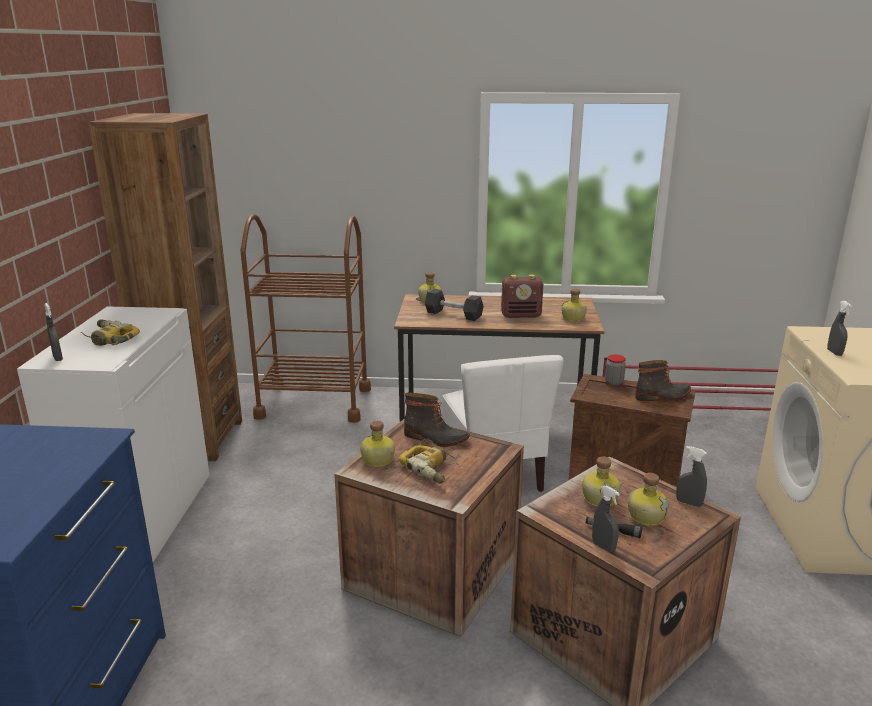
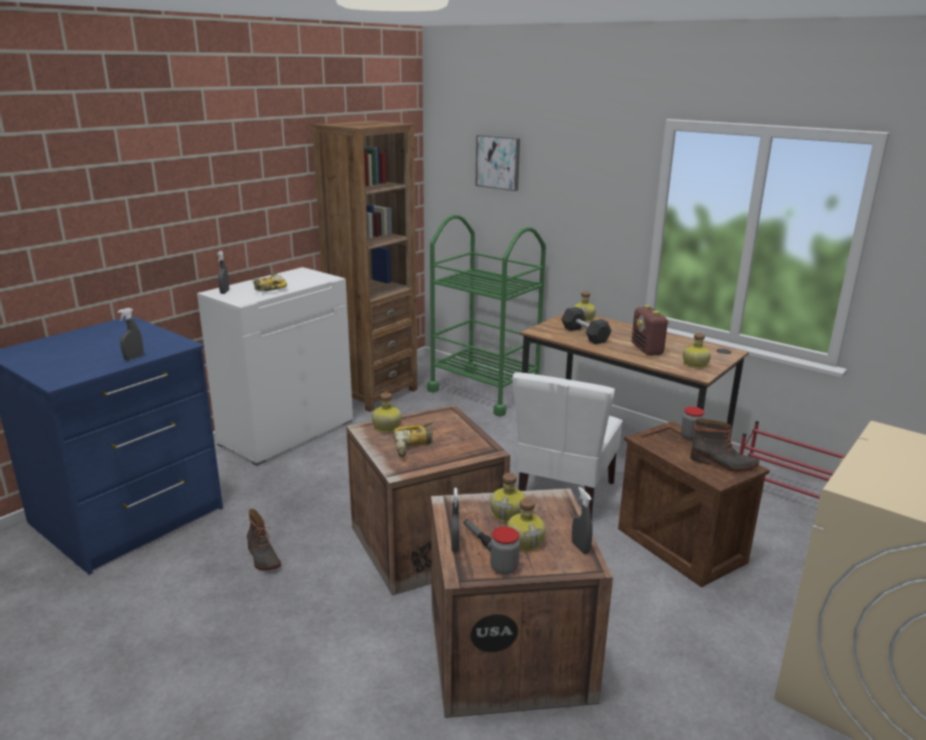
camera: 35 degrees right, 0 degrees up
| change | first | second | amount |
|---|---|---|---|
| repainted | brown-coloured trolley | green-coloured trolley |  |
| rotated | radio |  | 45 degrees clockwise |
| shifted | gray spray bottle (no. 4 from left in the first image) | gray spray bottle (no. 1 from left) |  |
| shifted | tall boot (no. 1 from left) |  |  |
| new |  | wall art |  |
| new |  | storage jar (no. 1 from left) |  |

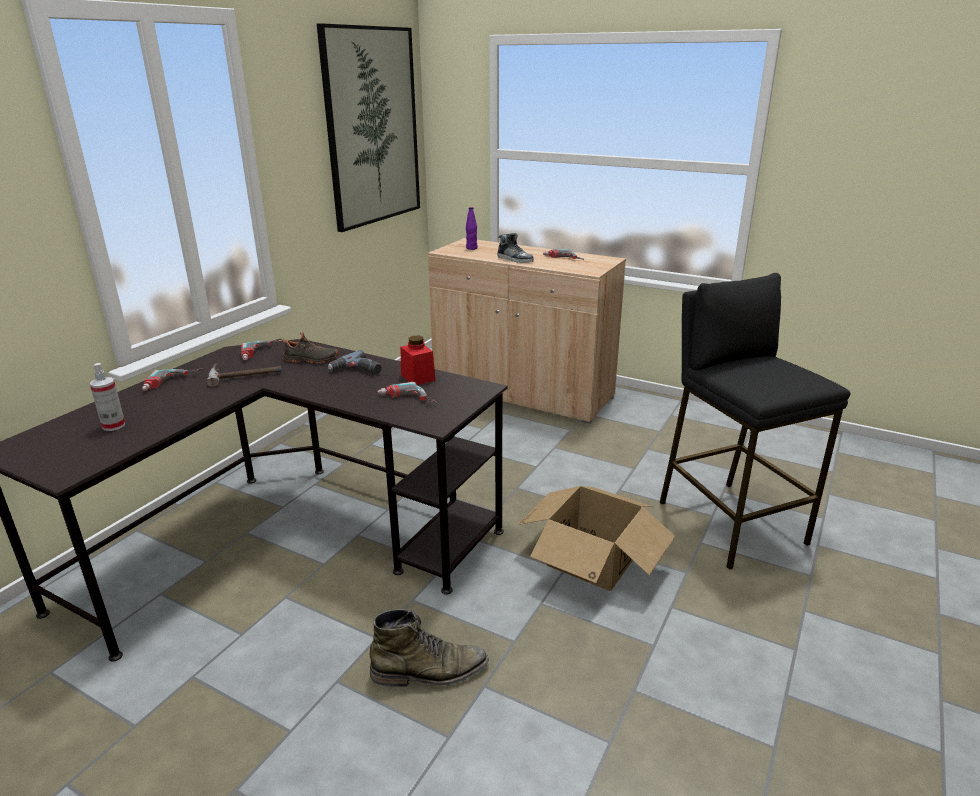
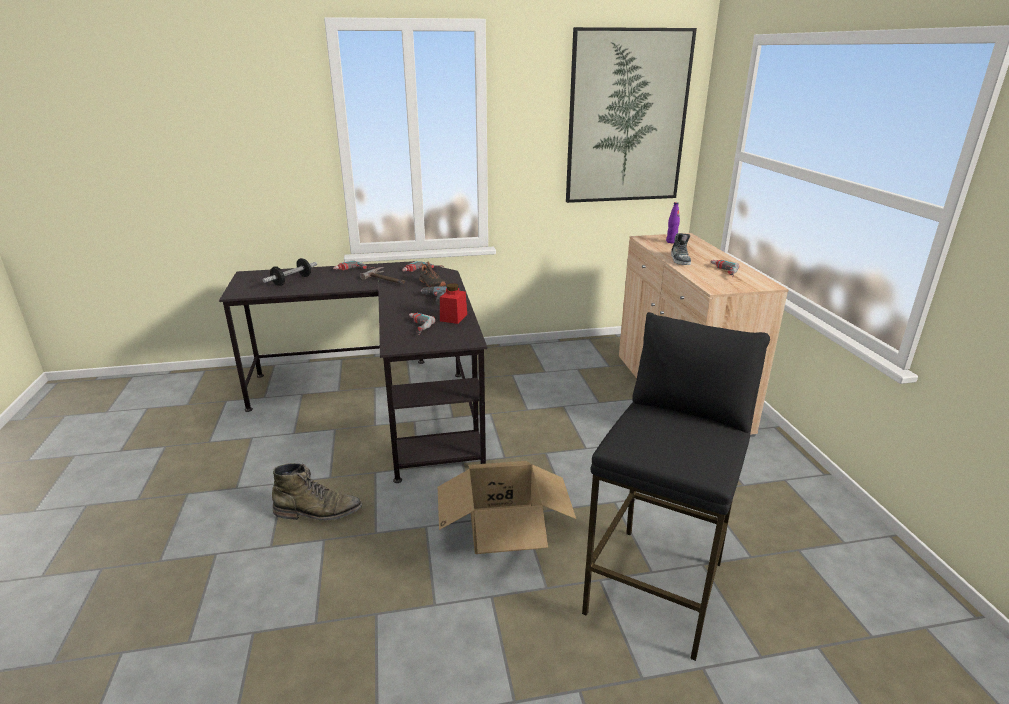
camera: 50 degrees right, 0 degrees up
| change | first | second | amount |
|---|---|---|---|
| swapped | spray bottle | free weight |  |
| rotated | green-coloured tall boot |  | 45 degrees counterclockwise |

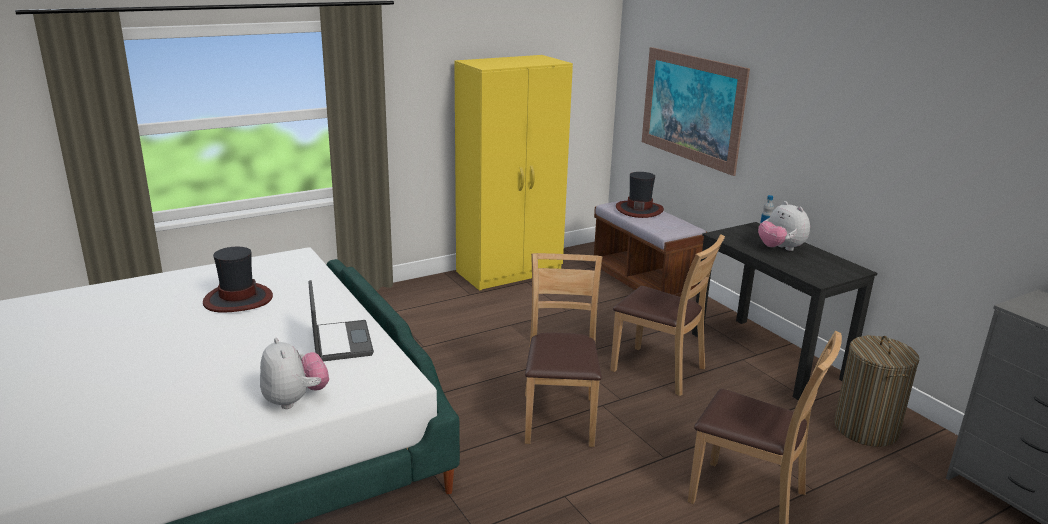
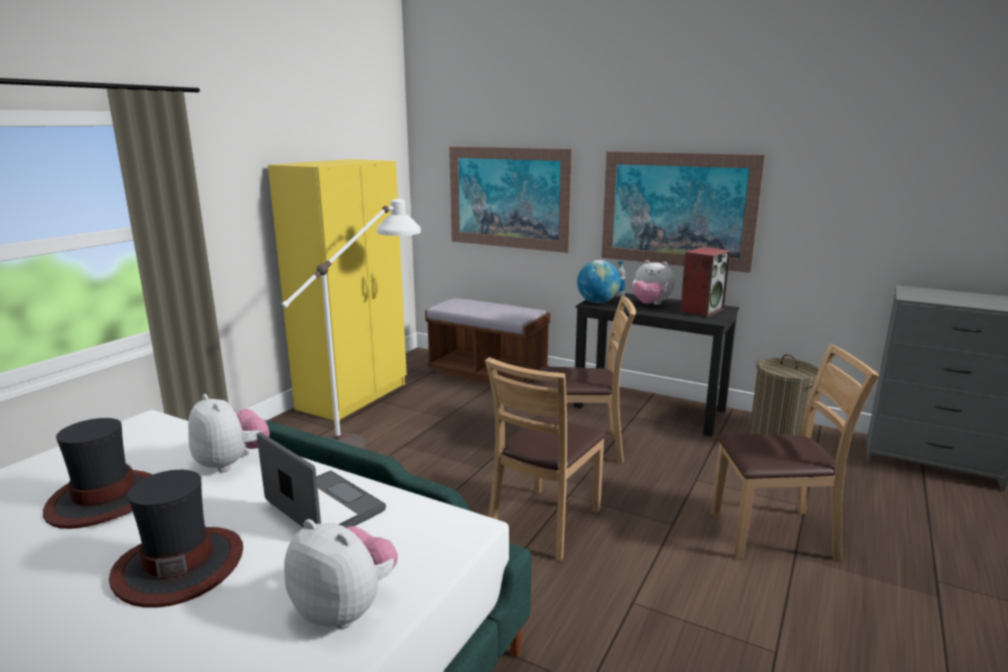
camera: 30 degrees left, 5 degrees down
| change | first | second | amount |
|---|---|---|---|
| shifted | hat (no. 2 from left) |  |  |
| rotated | brown-coloured plain chair (no. 1 from left) |  | 120 degrees counterclockwise |
| new |  | wall art (no. 2 from left) |  |
| new |  | white-coloured floor lamp |  |
| new |  | audio speaker |  |
| new |  | desk globe |  |
| new |  | plush toy (no. 1 from left) |  |

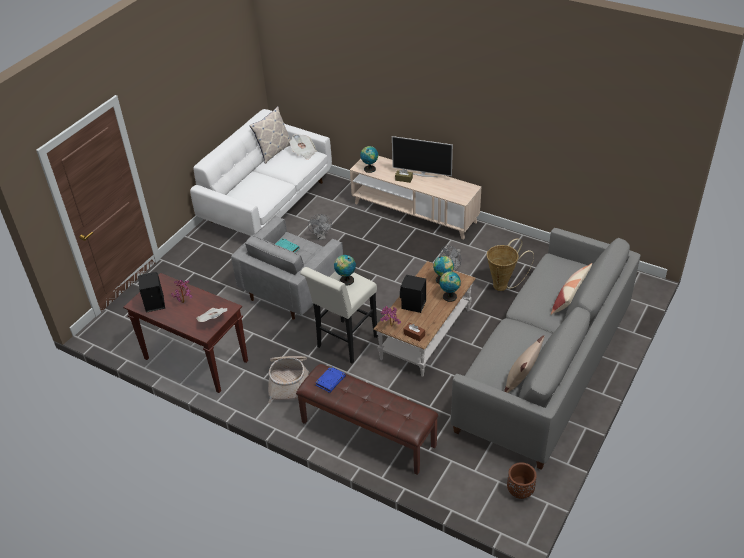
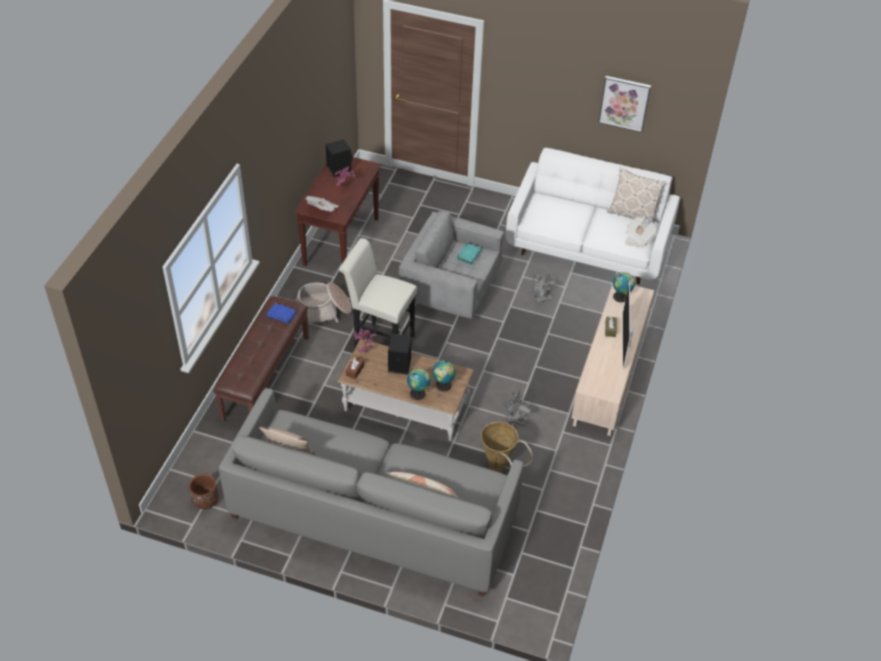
camera: 75 degrees right, 5 degrees up
| change | first | second | amount |
|---|---|---|---|
| gone | desk globe (no. 1 from left) |  |  |
| new |  | wall art |  |

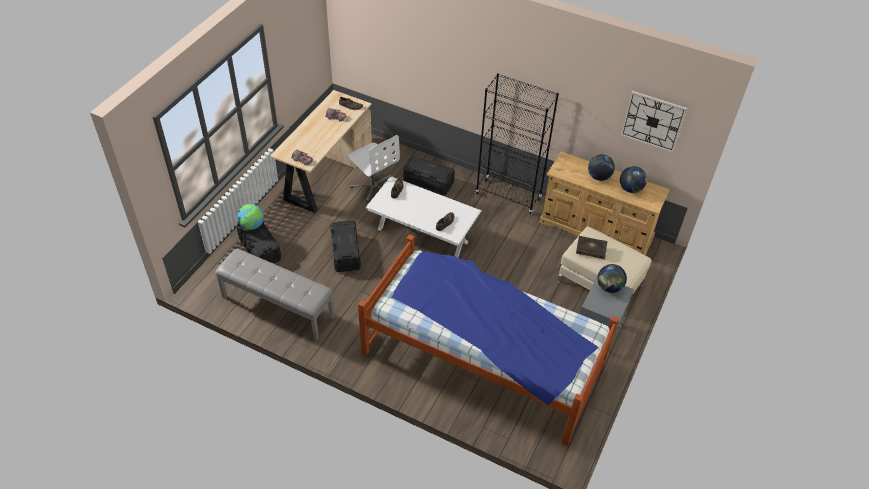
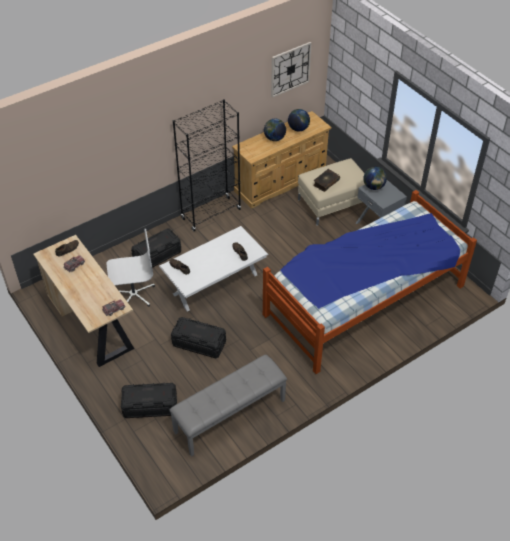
camera: 60 degrees left, 0 degrees up
| change | first | second | amount |
|---|---|---|---|
| gone | desk globe (no. 1 from left) |  |  |

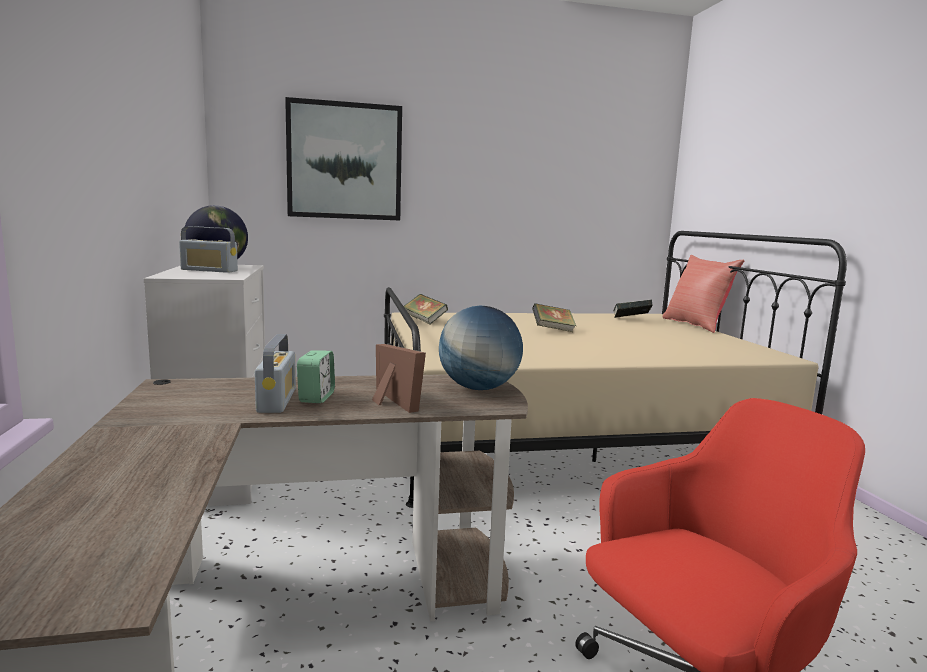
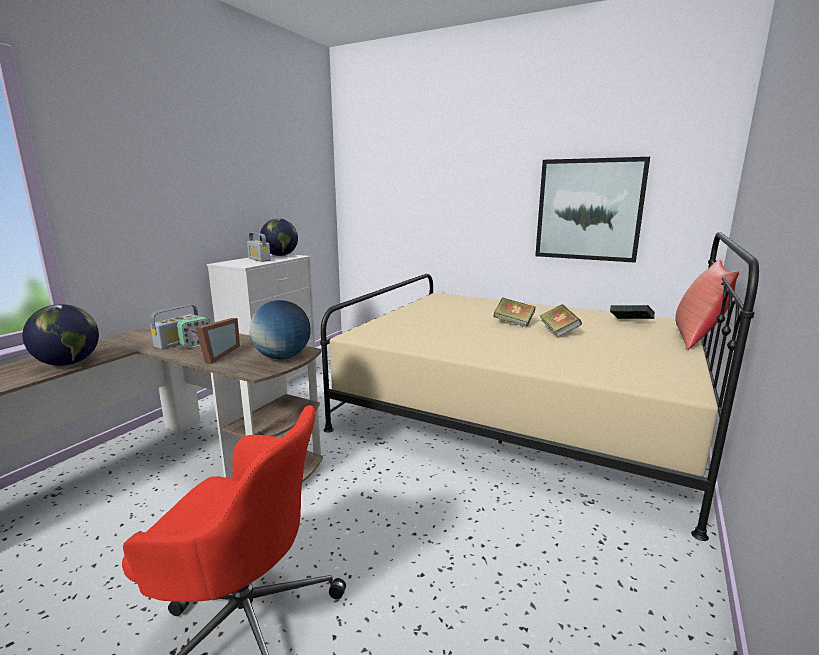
camera: 40 degrees right, 5 degrees up
| change | first | second | amount |
|---|---|---|---|
| shifted | wall art |  |  |
| shifted | volume (no. 1 from left in the first image) | volume (no. 2 from left) |  |
| new |  | desk globe (no. 1 from left) |  |

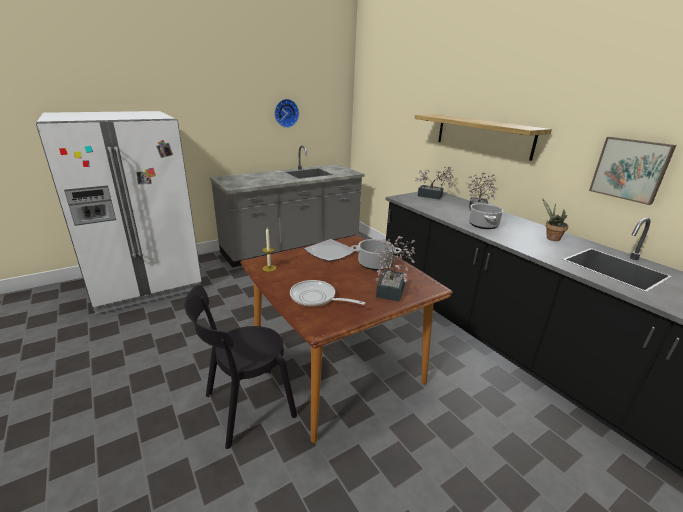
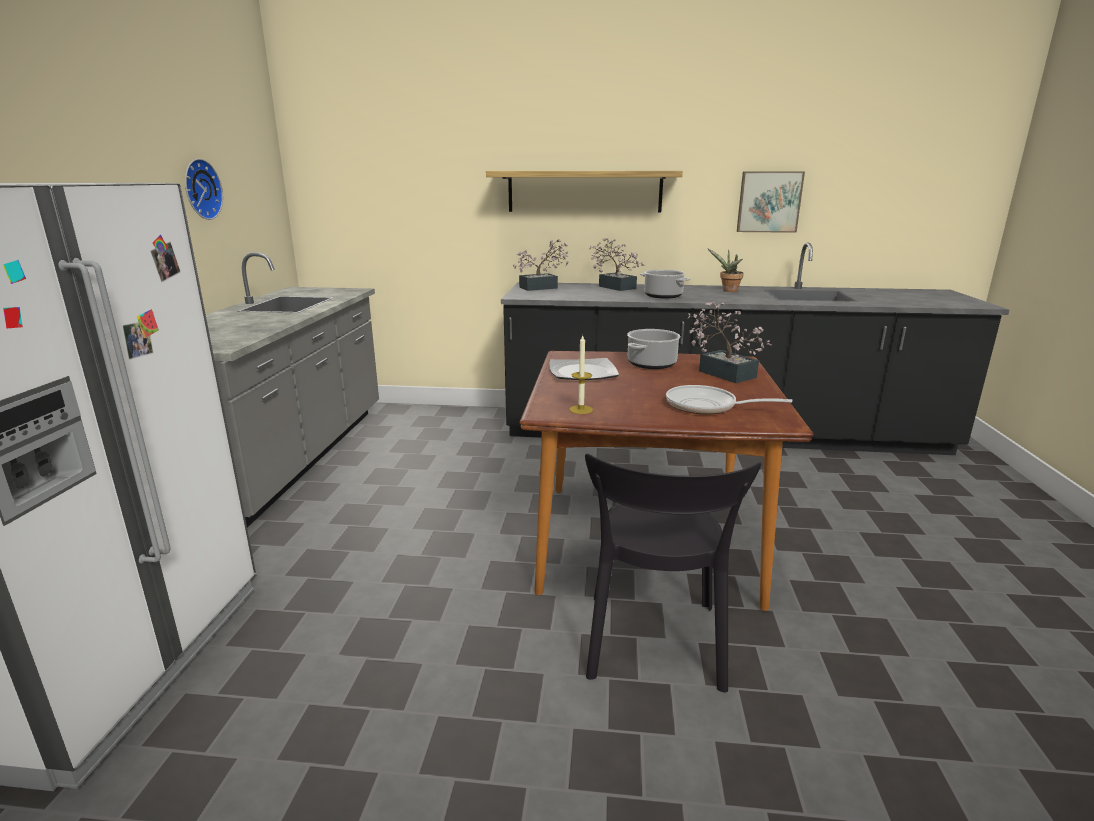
camera: 50 degrees left, 5 degrees down
| change | first | second | amount |
|---|---|---|---|
| rotated | pan |  | 45 degrees clockwise |

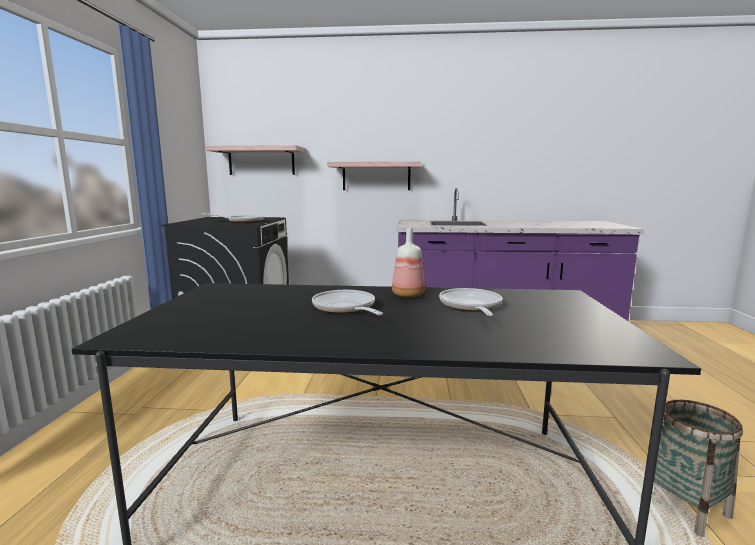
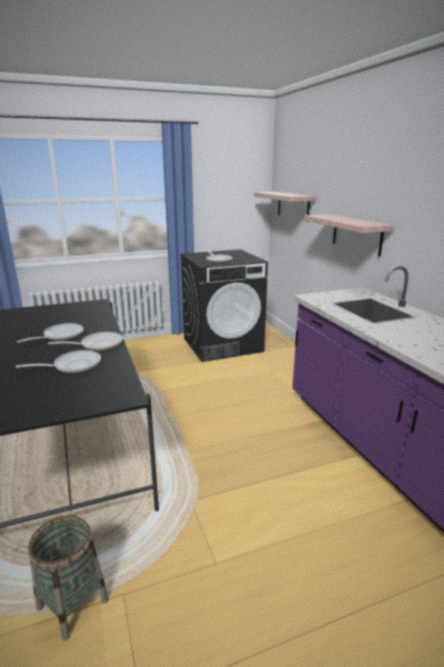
camera: 65 degrees right, 10 degrees up
| change | first | second | amount |
|---|---|---|---|
| swapped | bottle | pan (no. 3 from left) |  |

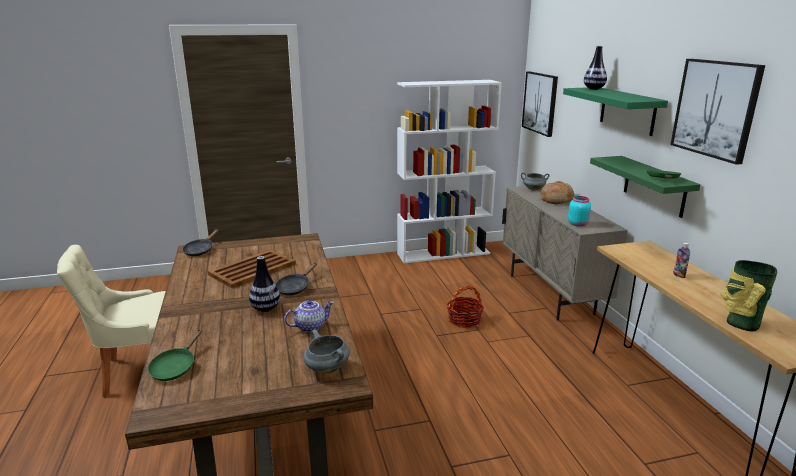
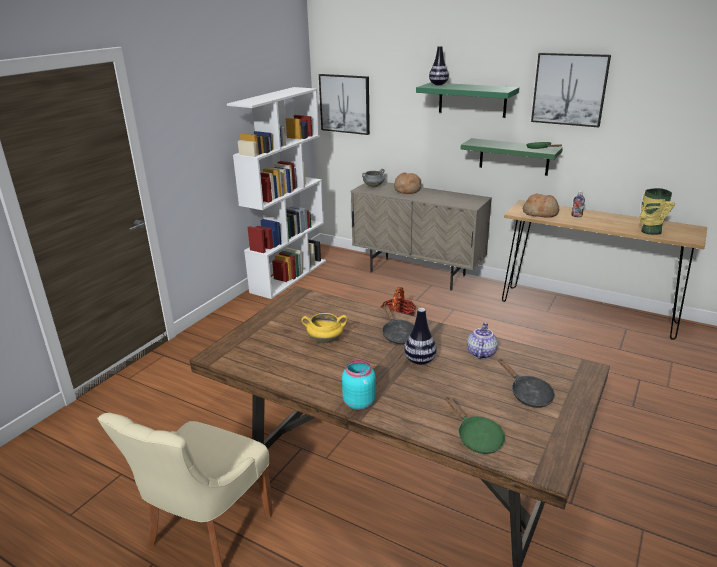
camera: 45 degrees left, 5 degrees up
| change | first | second | amount |
|---|---|---|---|
| shifted | turquoise-coloured storage jar |  |  |
| shifted | black-coloured pan (no. 1 from left in the first image) | black-coloured pan (no. 2 from left) |  |
| swapped | brown-coloured carrying tray | yellow-coloured stockpot |  |
| gone | gray stockpot (no. 1 from left) |  |  |
| new |  | baked bread (no. 2 from left) |  |

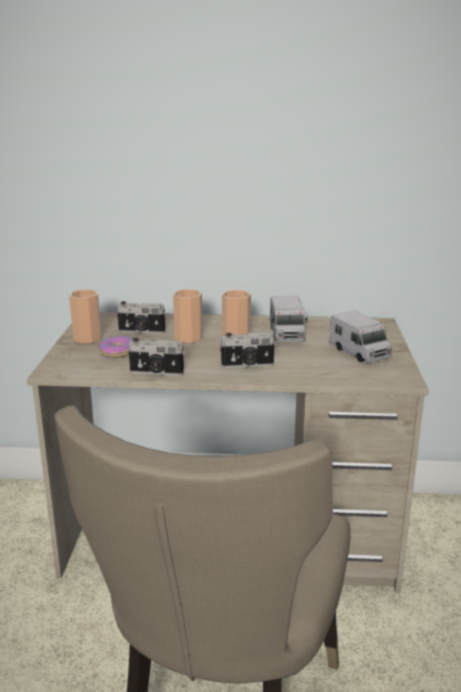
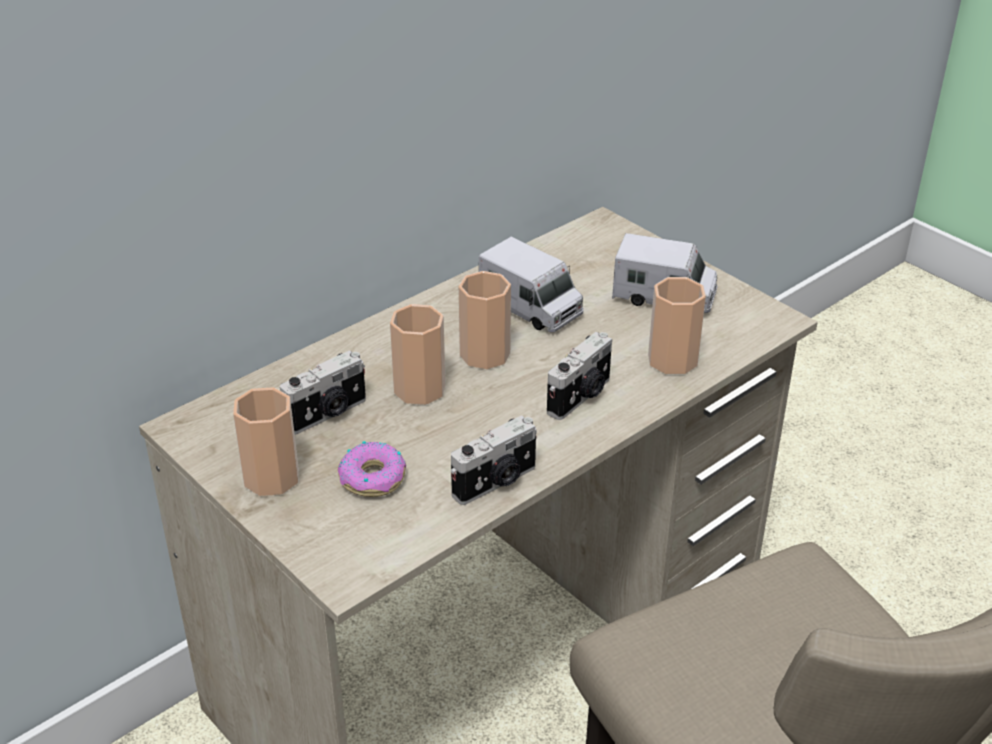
camera: 45 degrees left, 15 degrees up
| change | first | second | amount |
|---|---|---|---|
| new |  | cup (no. 4 from left) |  |

